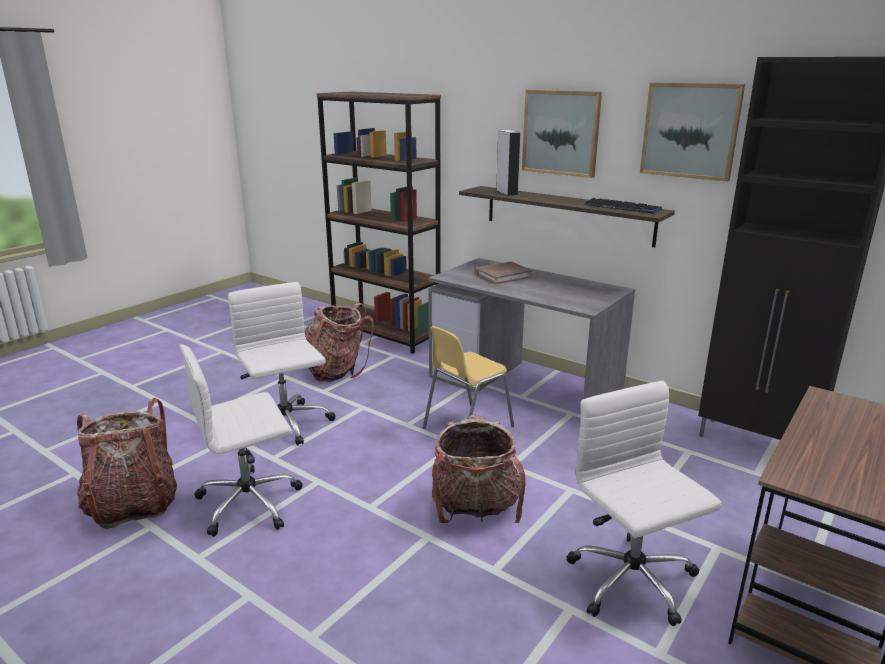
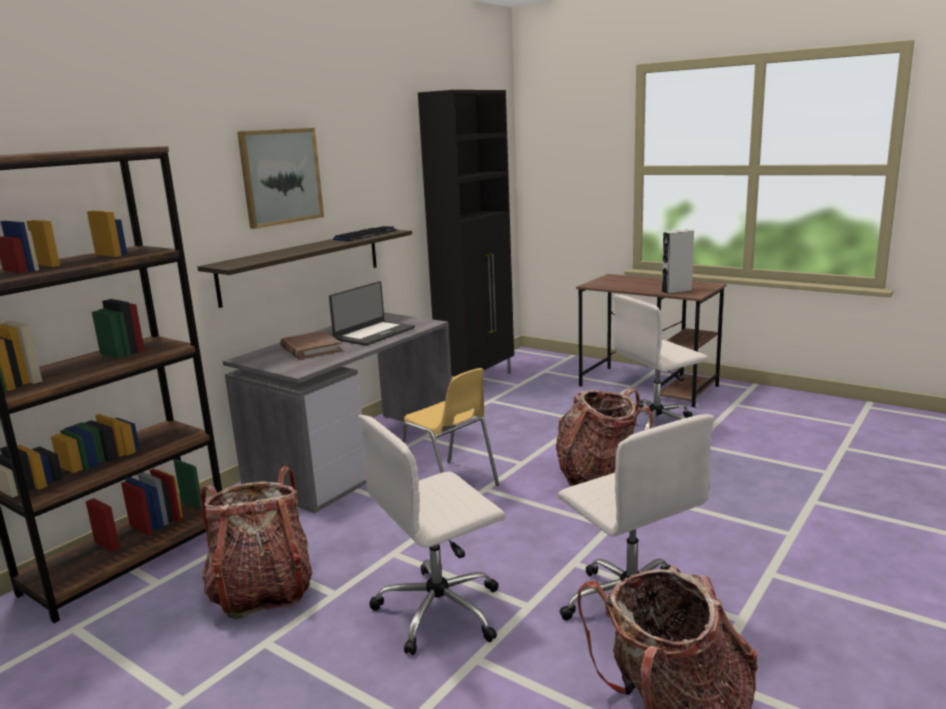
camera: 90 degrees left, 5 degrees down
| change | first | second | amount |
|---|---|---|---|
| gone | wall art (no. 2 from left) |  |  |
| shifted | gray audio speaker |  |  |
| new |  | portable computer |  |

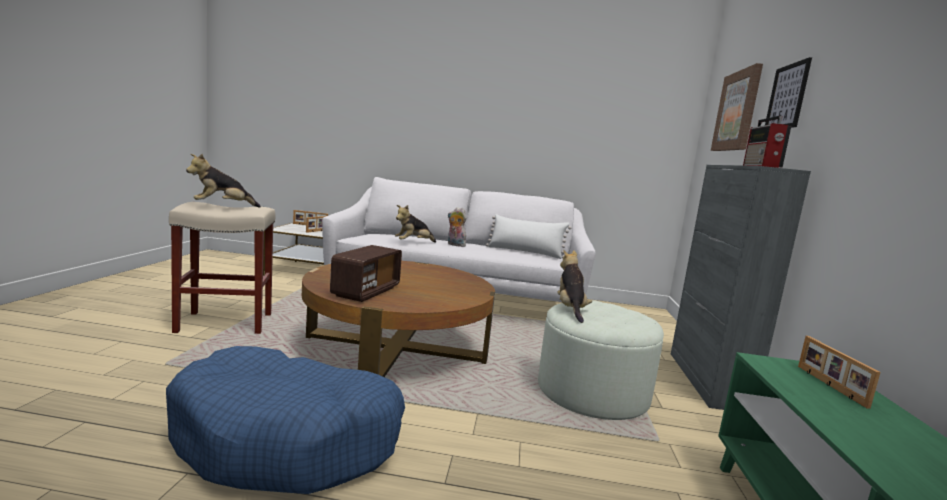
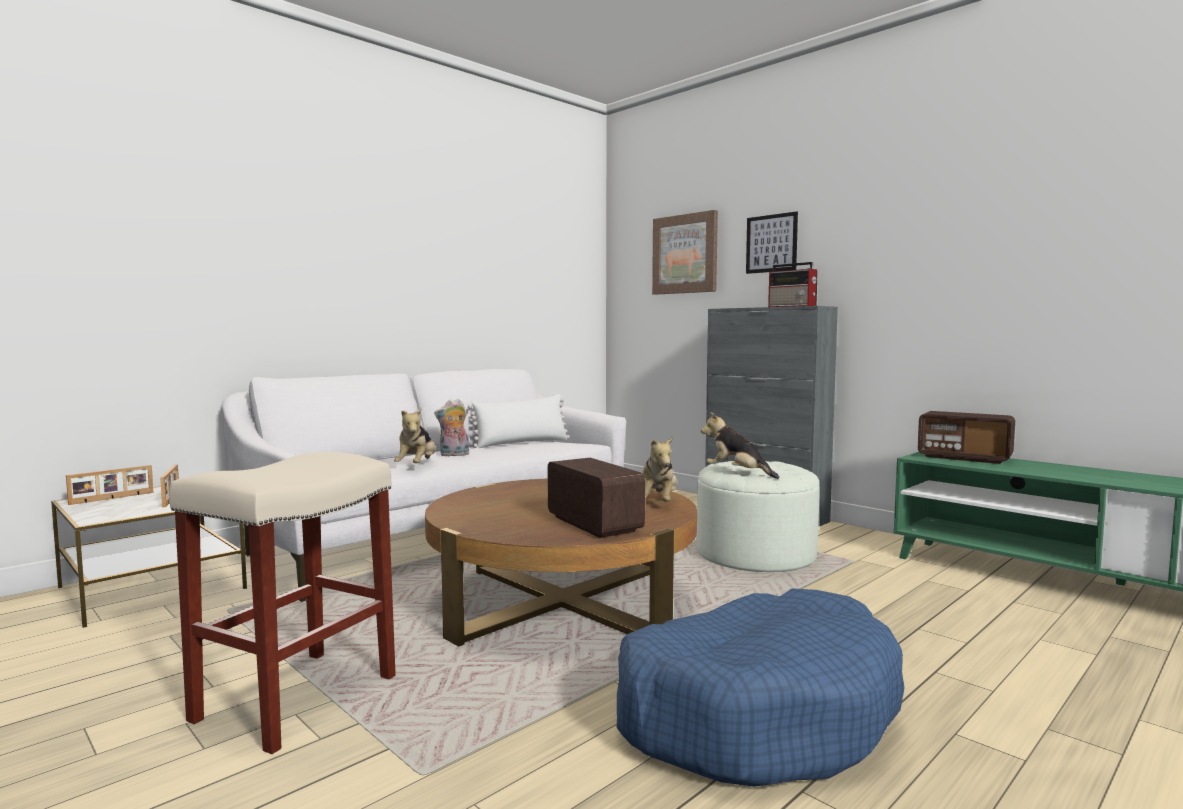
camera: 50 degrees left, 5 degrees down
| change | first | second | amount |
|---|---|---|---|
| shifted | plush toy (no. 1 from left in the first image) | plush toy (no. 3 from left) |  |
| swapped | picture frame (no. 3 from left) | radio (no. 3 from left) |  |

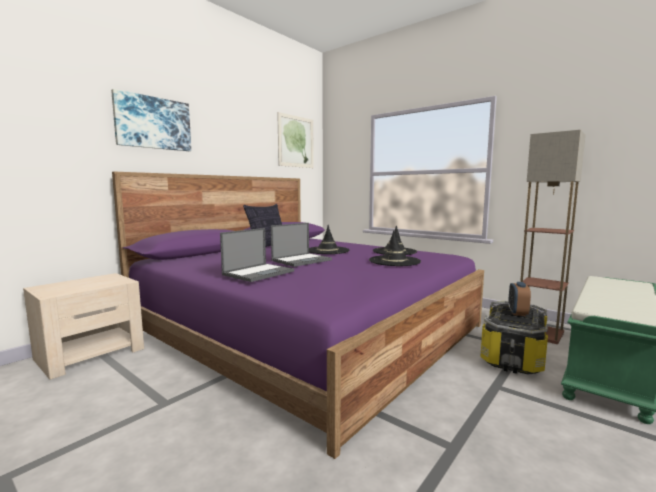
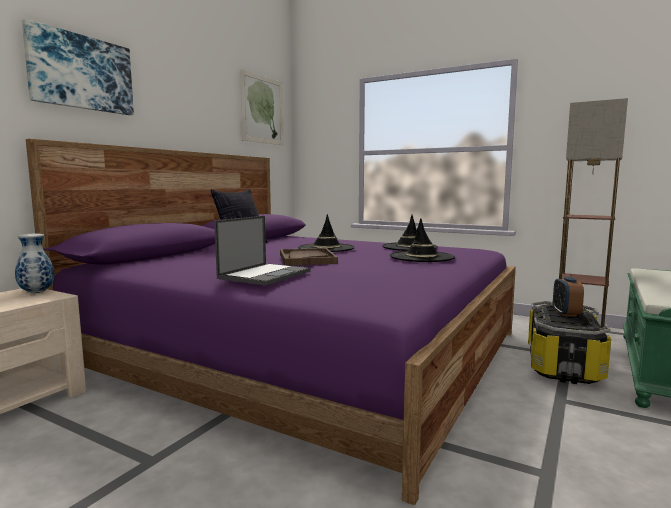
camera: 10 degrees left, 0 degrees up
| change | first | second | amount |
|---|---|---|---|
| swapped | portable computer (no. 2 from left) | brown-coloured carrying tray |  |
| new |  | decorative vase |  |

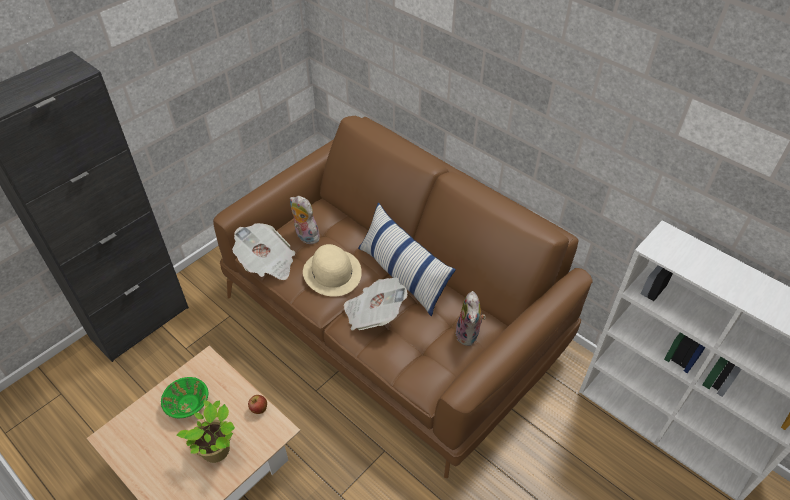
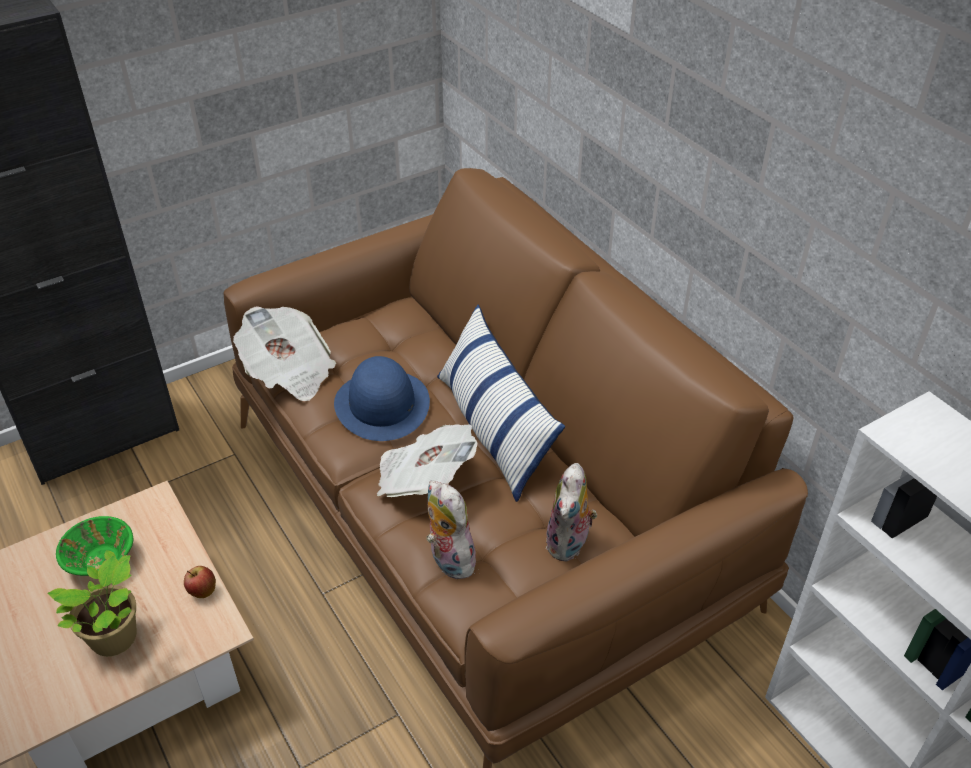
camera: 15 degrees right, 5 degrees down
| change | first | second | amount |
|---|---|---|---|
| shifted | plush toy (no. 1 from left) |  |  |
| repainted | beige hat | bluish hat |  |

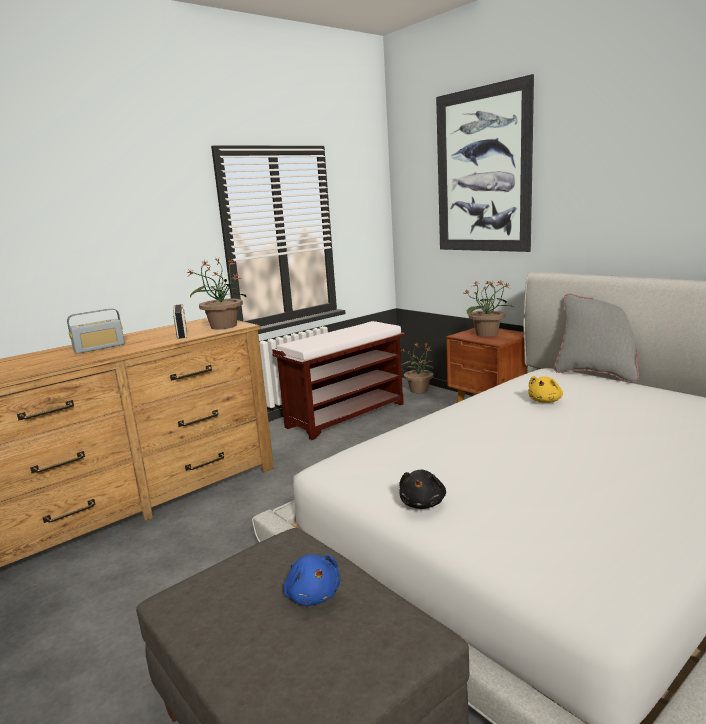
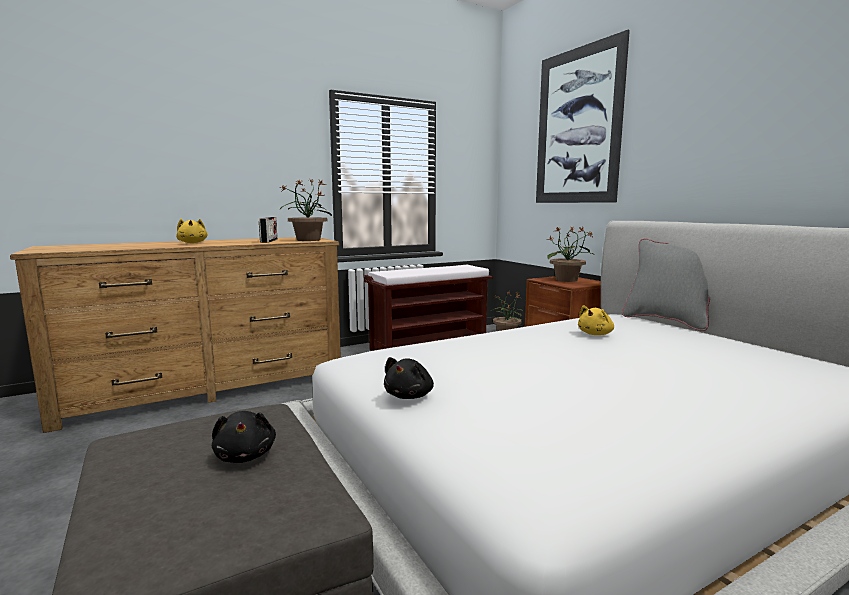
camera: 10 degrees right, 5 degrees down
| change | first | second | amount |
|---|---|---|---|
| swapped | radio (no. 1 from left) | yellow-coloured plush toy (no. 1 from left) |  |
| repainted | bluish plush toy | black-coloured plush toy (no. 1 from left) |  |

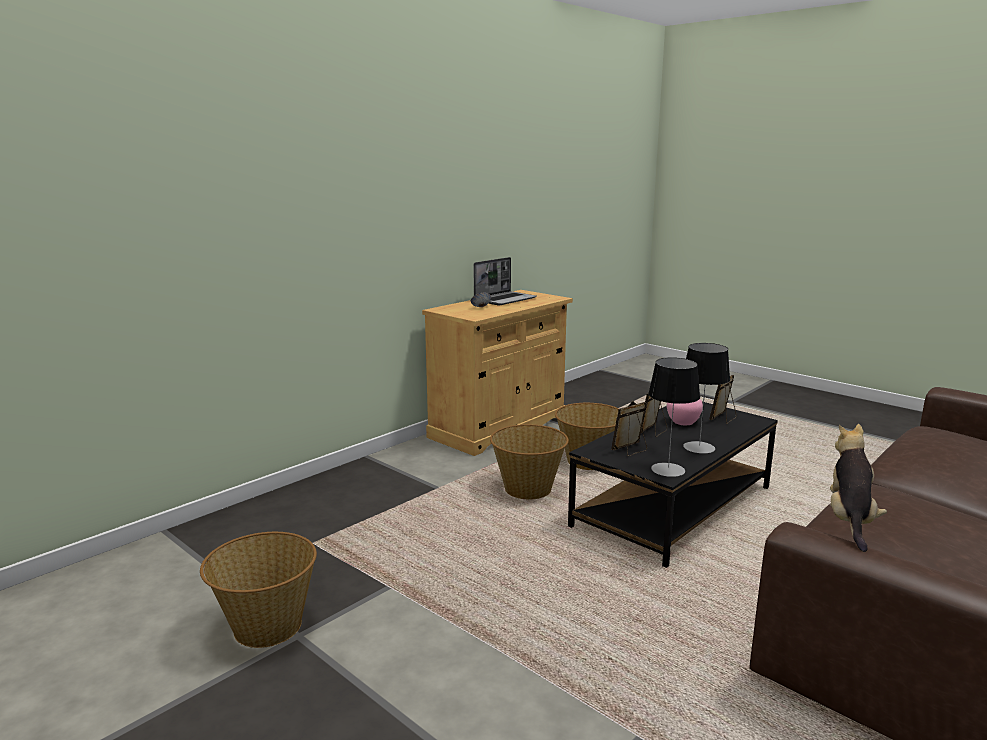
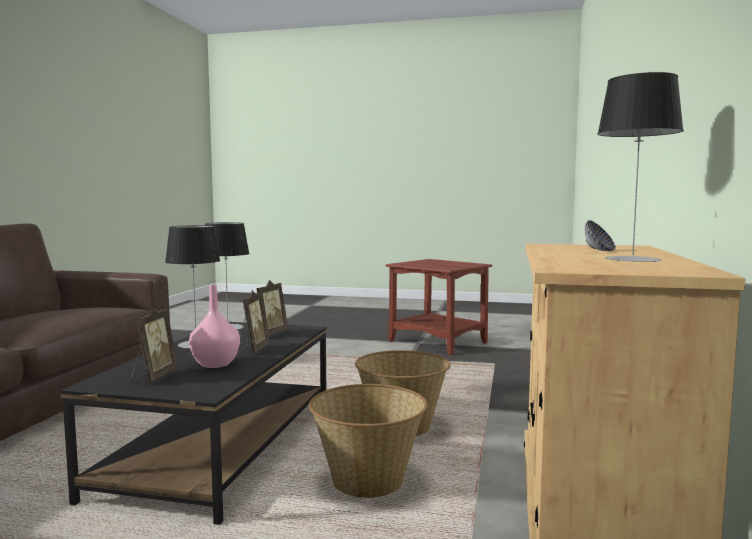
camera: 150 degrees right, 10 degrees down
| change | first | second | amount |
|---|---|---|---|
| swapped | portable computer | table lamp (no. 3 from left) |  |
| gone | plush toy |  |  |
| swapped | storage basket (no. 1 from left) | brown-coloured side table |  |

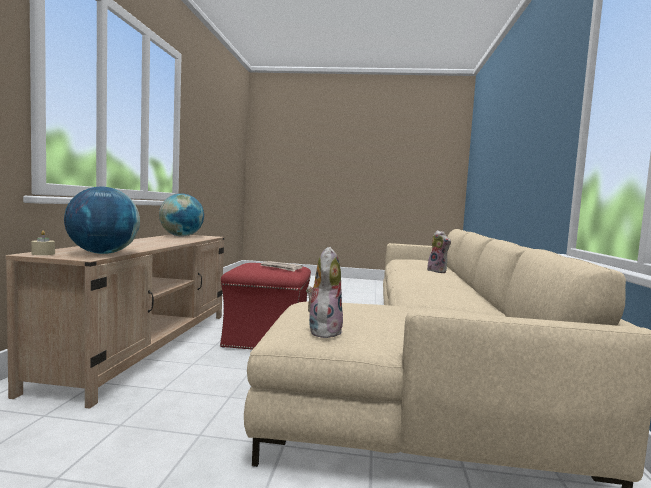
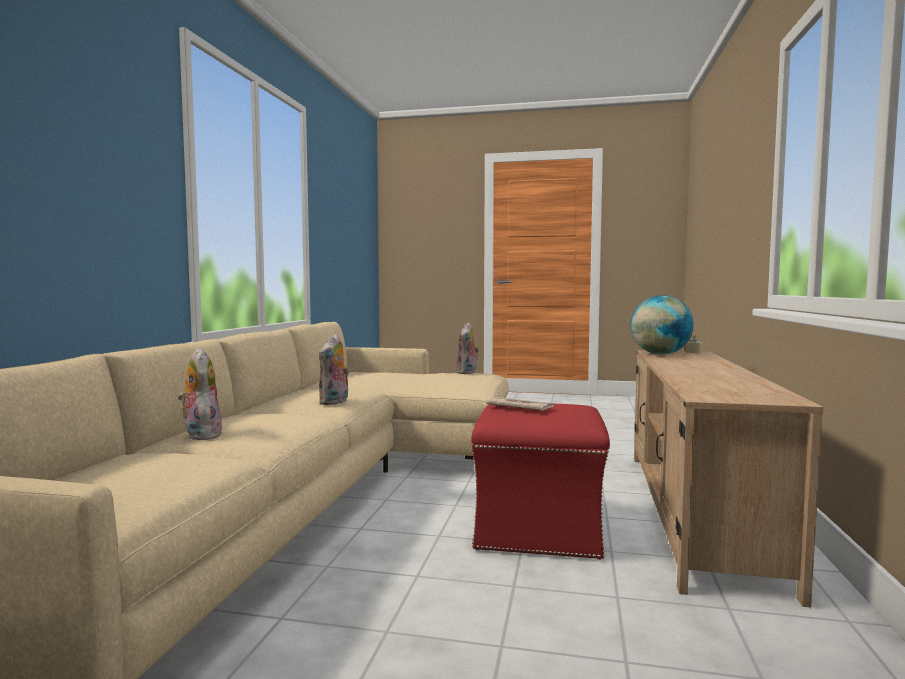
camera: 175 degrees left, 0 degrees up
| change | first | second | amount |
|---|---|---|---|
| gone | desk globe (no. 2 from left) |  |  |
| new |  | plush toy (no. 2 from left) |  |

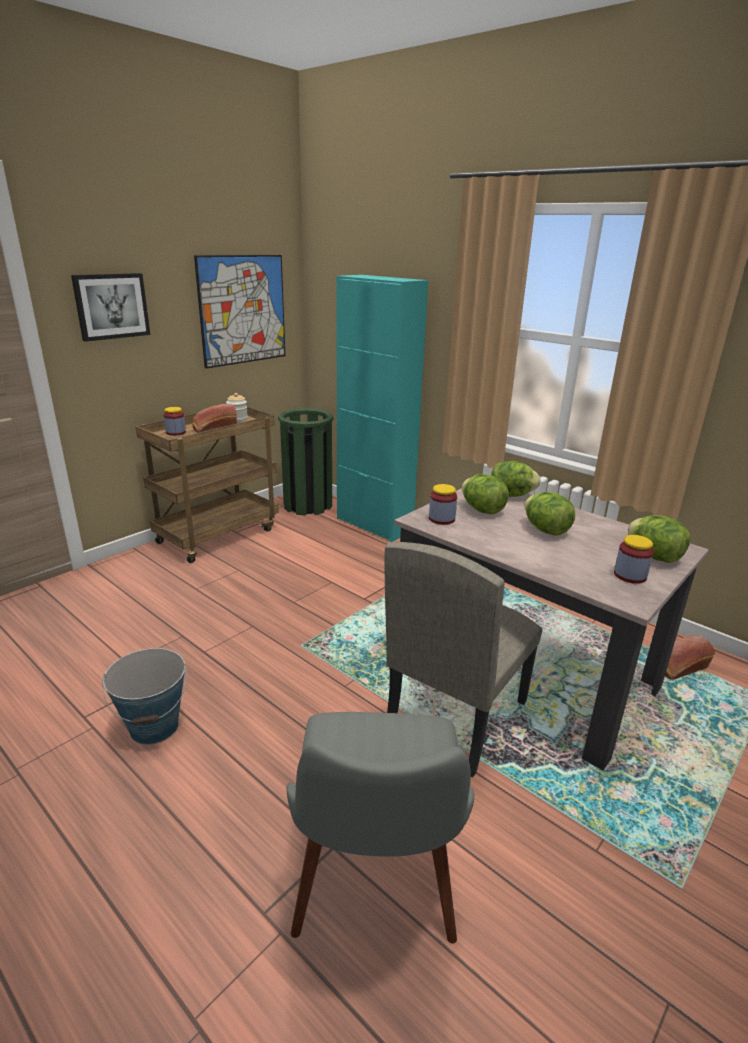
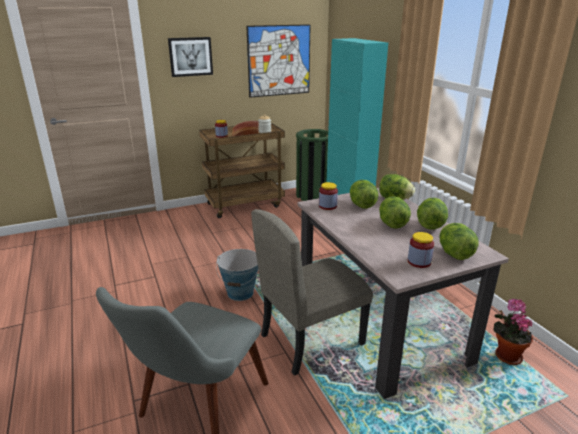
camera: 25 degrees right, 0 degrees up
| change | first | second | amount |
|---|---|---|---|
| swapped | baked bread (no. 2 from left) | houseplant |  |
| shifted | bucket |  |  |
| new |  | head of lettuce (no. 4 from left) |  |

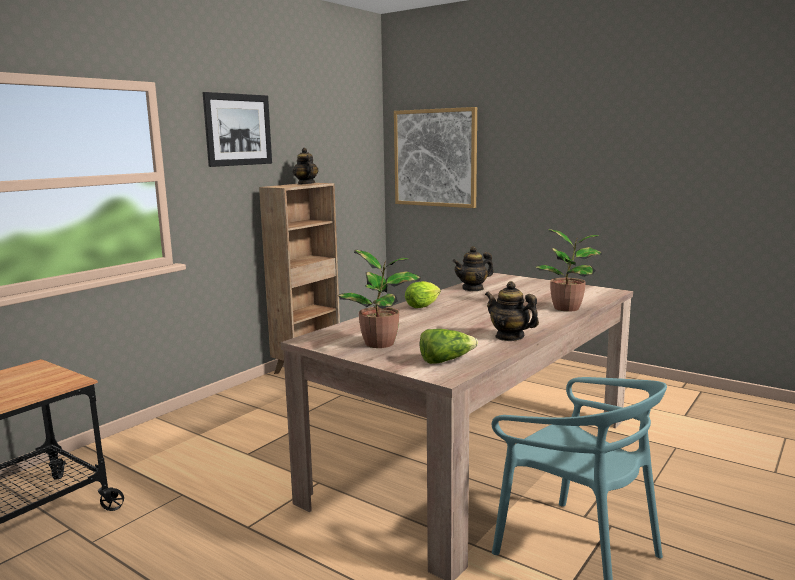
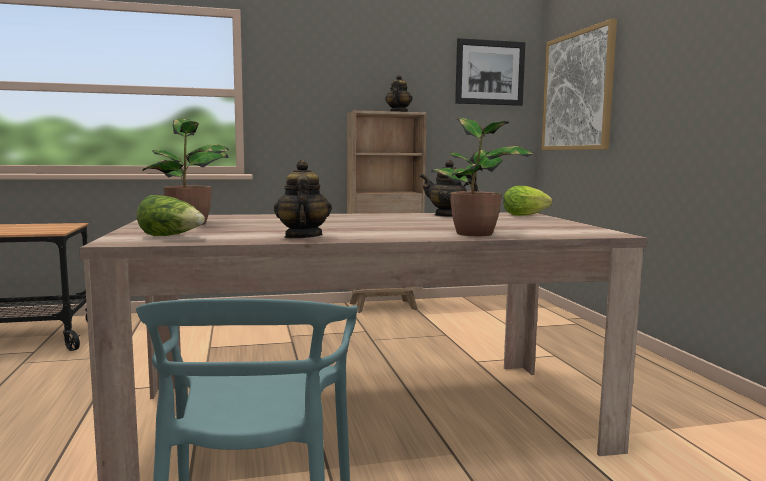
camera: 40 degrees right, 5 degrees down
| change | first | second | amount |
|---|---|---|---|
| shifted | wall art (no. 1 from left) |  |  |
| shifted | head of lettuce (no. 1 from left in the first image) | head of lettuce (no. 2 from left) |  |

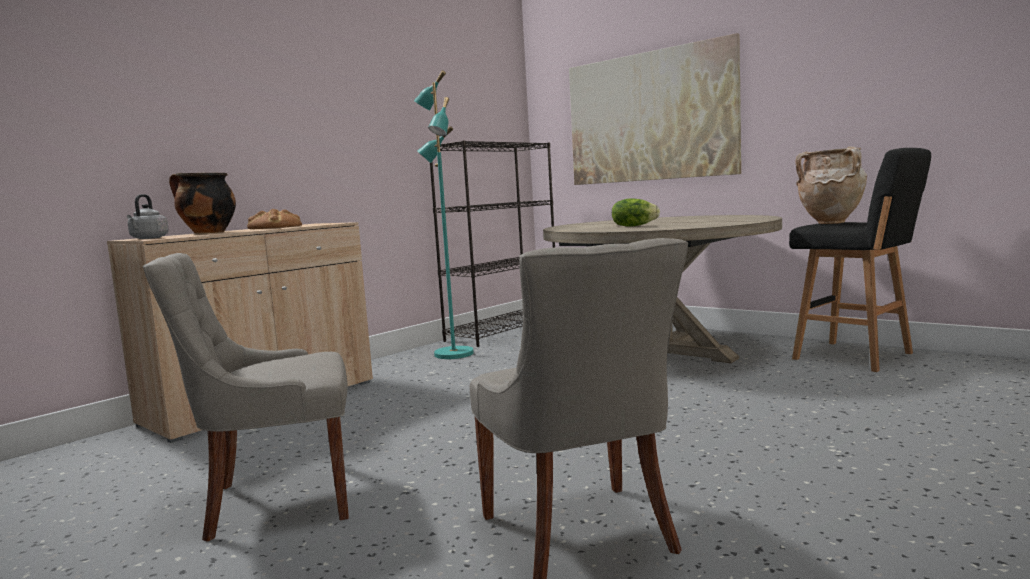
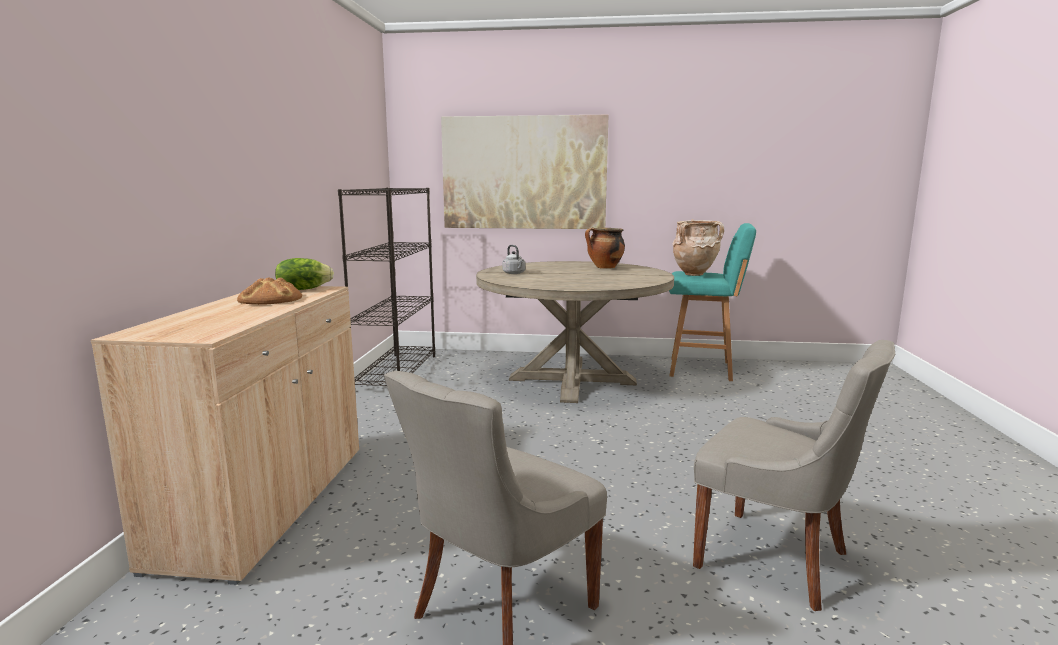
camera: 35 degrees left, 5 degrees up
| change | first | second | amount |
|---|---|---|---|
| gone | turquoise-coloured floor lamp |  |  |
| repainted | black-coloured stool | turquoise-coloured stool |  |
| shifted | stockpot |  |  |
| shifted | gray water kettle |  |  |
| shifted | head of lettuce |  |  |

